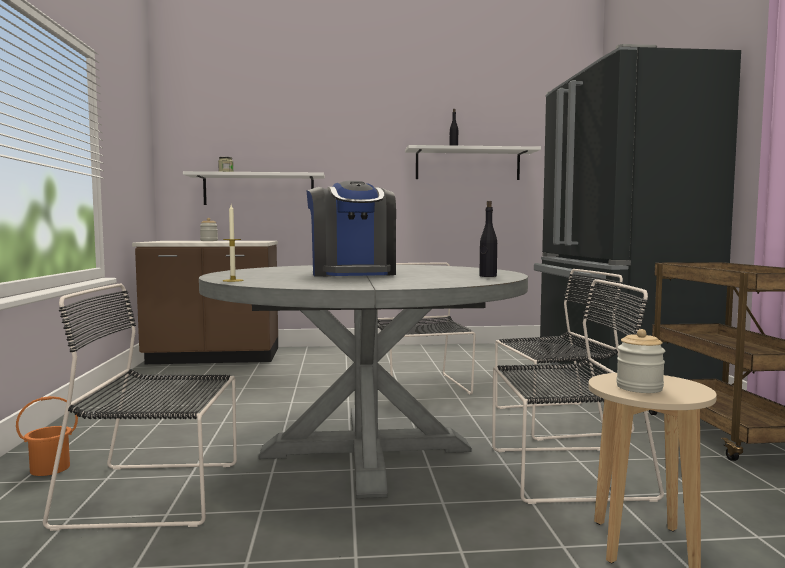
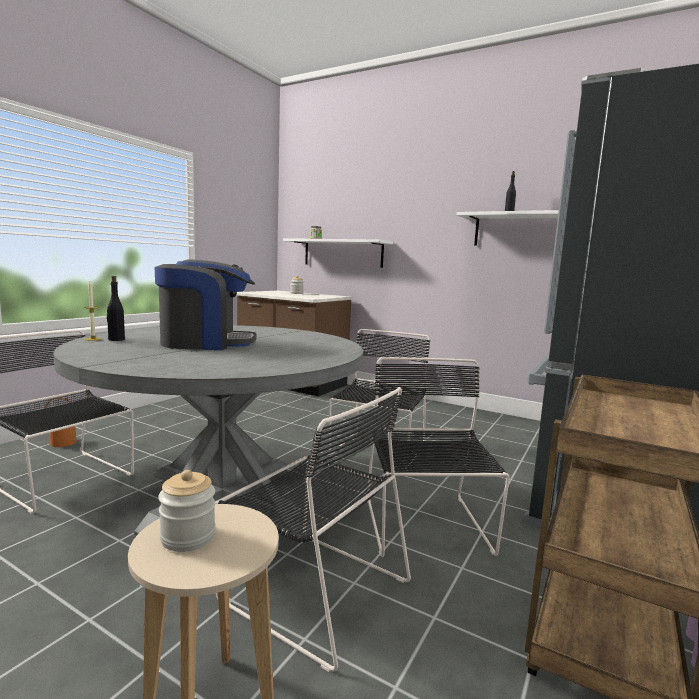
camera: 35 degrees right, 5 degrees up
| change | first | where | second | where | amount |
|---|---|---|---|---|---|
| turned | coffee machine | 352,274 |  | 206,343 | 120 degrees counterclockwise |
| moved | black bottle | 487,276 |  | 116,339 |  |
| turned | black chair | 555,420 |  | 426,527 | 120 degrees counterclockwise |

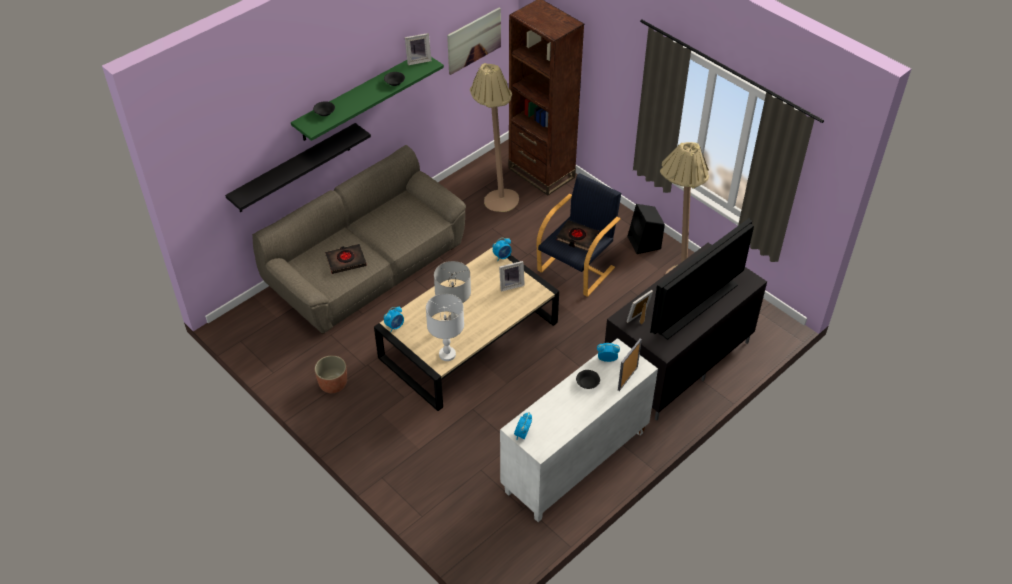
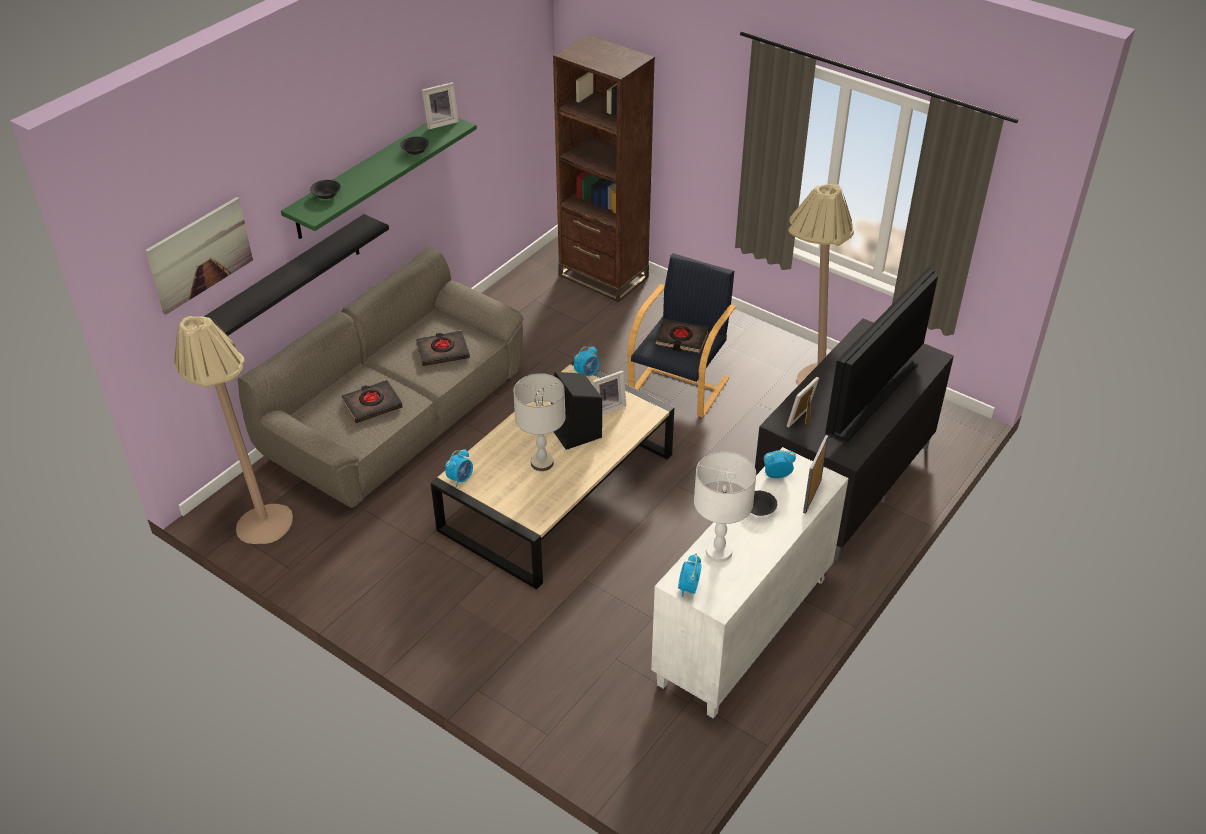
camera: 10 degrees left, 5 degrees down
| change | first | where | second | where | amount |
|---|---|---|---|---|---|
| removed | planter | 333,384 |  |  |  |
| moved | white table lamp | 447,354 |  | 719,552 |  |
| moved | picture | 474,40 |  | 200,254 |  |
| moved | beige floor lamp | 495,196 |  | 255,519 |  |
| moved | black speaker | 644,243 |  | 576,432 |  |
| added |  |  | black book | 443,351 |  |

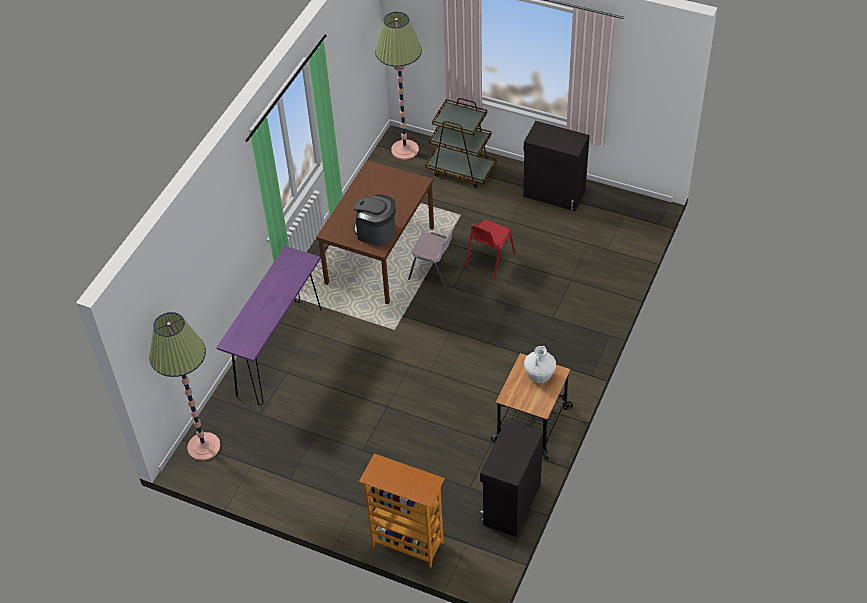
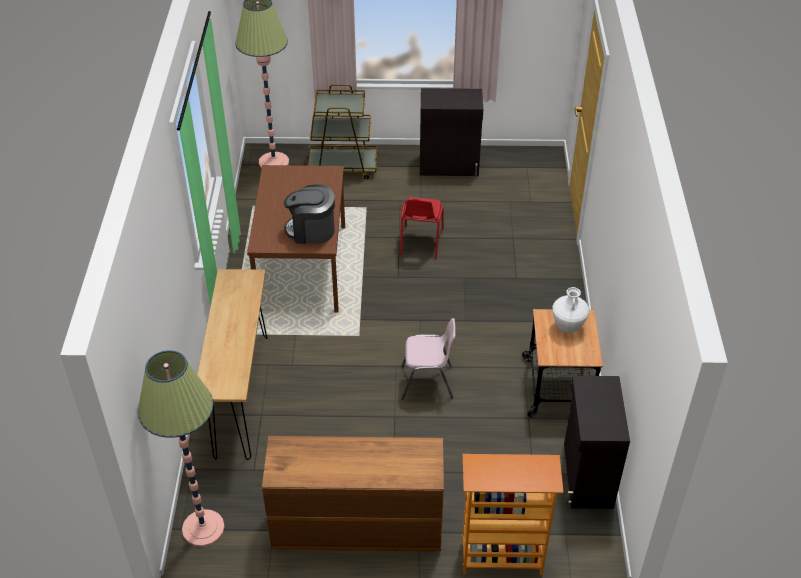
camera: 25 degrees left, 5 degrees down
| change | first | where | second | where | amount |
|---|---|---|---|---|---|
| recoloured | purple console table | 279,351 | brown console table | 241,395 |  |
| moved | pink chair | 434,273 |  | 427,383 |  |
| added |  |  | brown dresser | 356,526 |  |

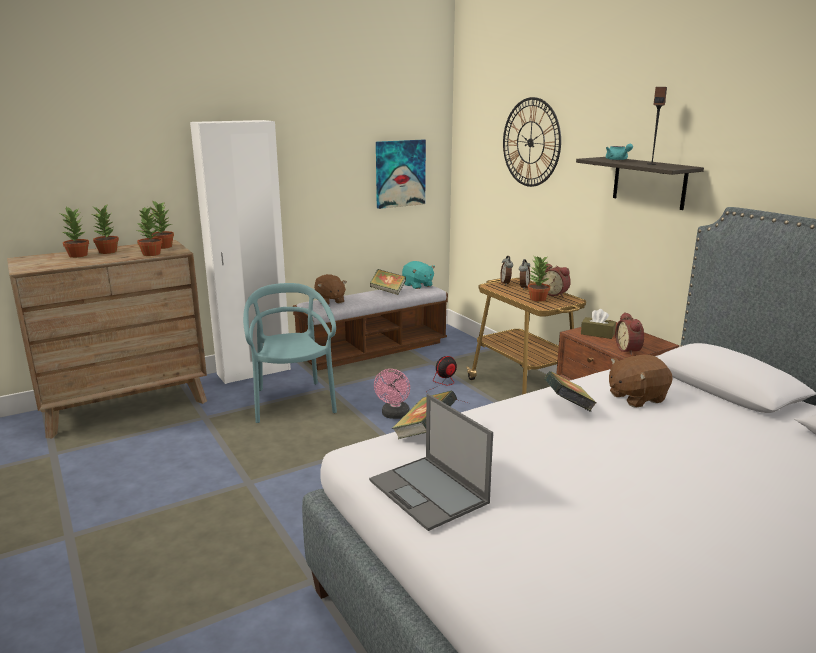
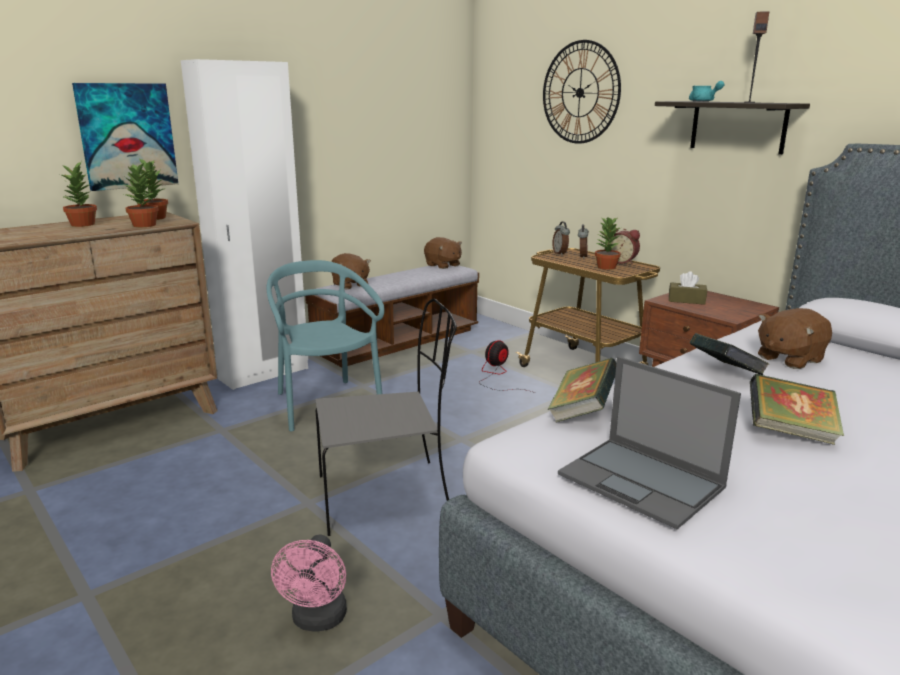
camera: 10 degrees left, 0 degrees up
| change | first | where | second | where | amount |
|---|---|---|---|---|---|
| removed | potted plant | 78,255 |  |  |  |
| moved | book | 388,291 |  | 790,432 |  |
| moved | pink fan | 394,415 |  | 317,620 |  |
| moved | picture | 400,173 |  | 127,136 |  |
| recoloured | turquoise plush toy | 417,285 | brown plush toy | 443,265 |  |
| removed | alarm clock | 629,350 |  |  |  |
| added |  |  | grey chair | 387,495 |  |

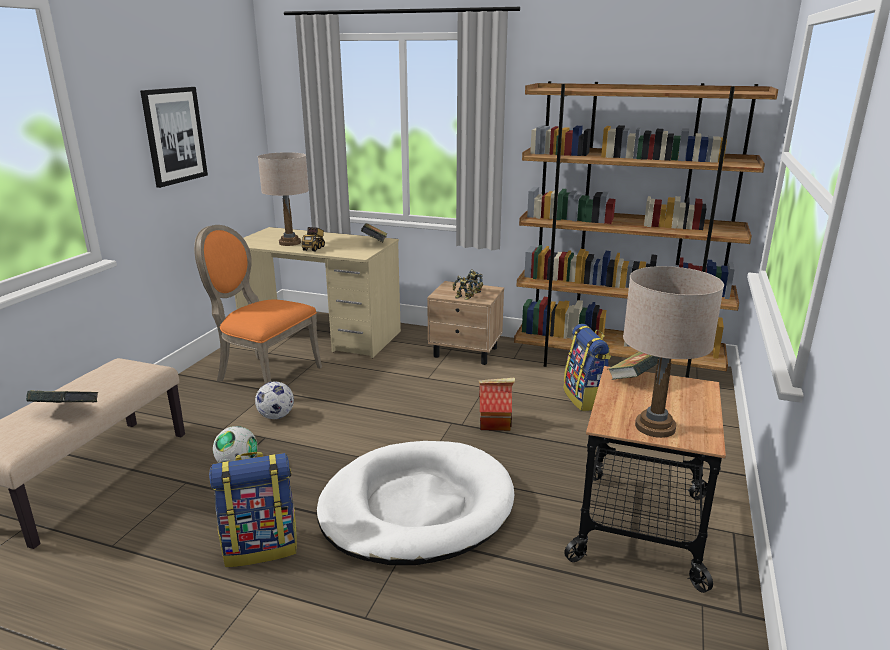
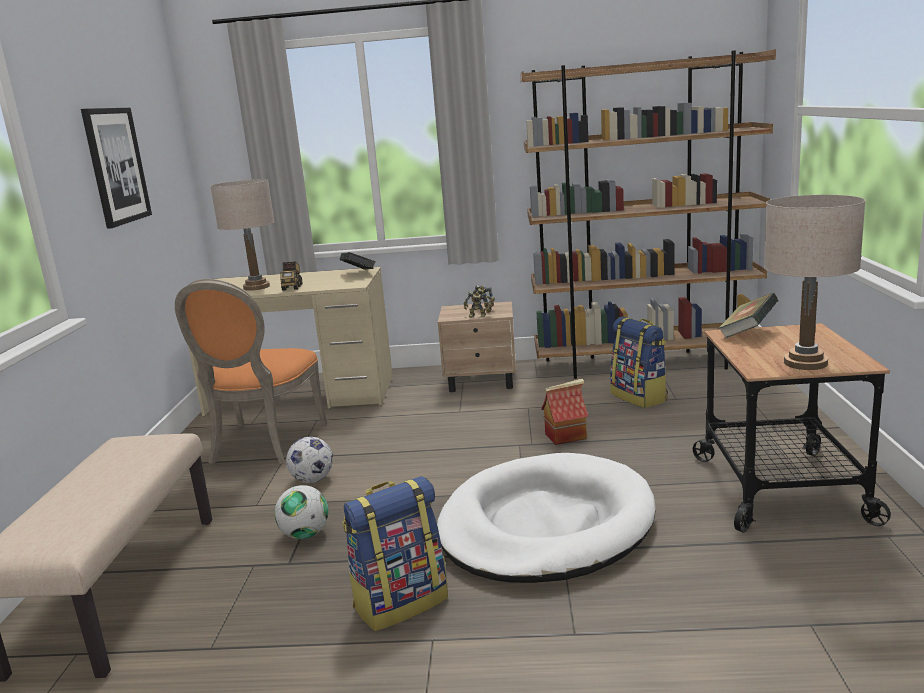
camera: 15 degrees left, 5 degrees down
| change | first | where | second | where | amount |
|---|---|---|---|---|---|
| removed | book | 66,412 |  |  |  |
| turned | orange chair | 264,375 |  | 263,445 | 90 degrees counterclockwise |

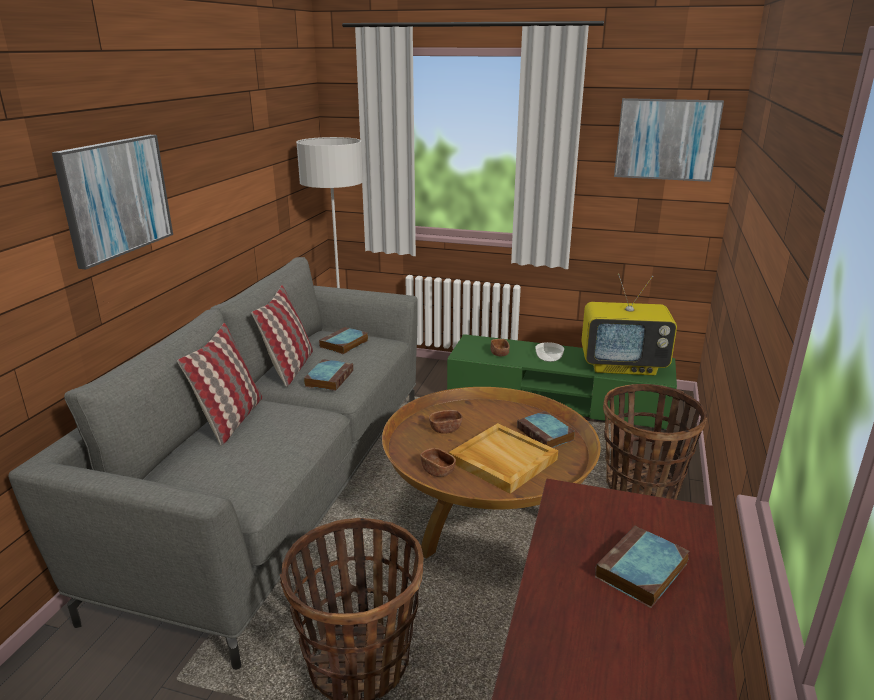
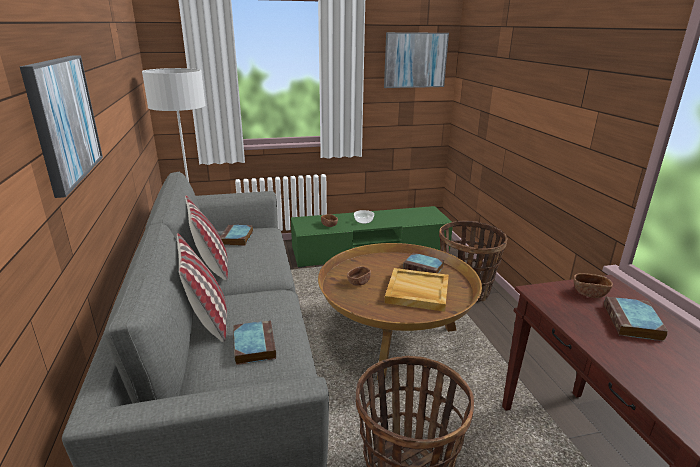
camera: 30 degrees left, 0 degrees up
| change | first | where | second | where | amount |
|---|---|---|---|---|---|
| moved | book | 329,378 |  | 253,345 |  |
| moved | brown bowl | 438,471 |  | 589,293 |  |
| removed | television | 623,366 |  |  |  |

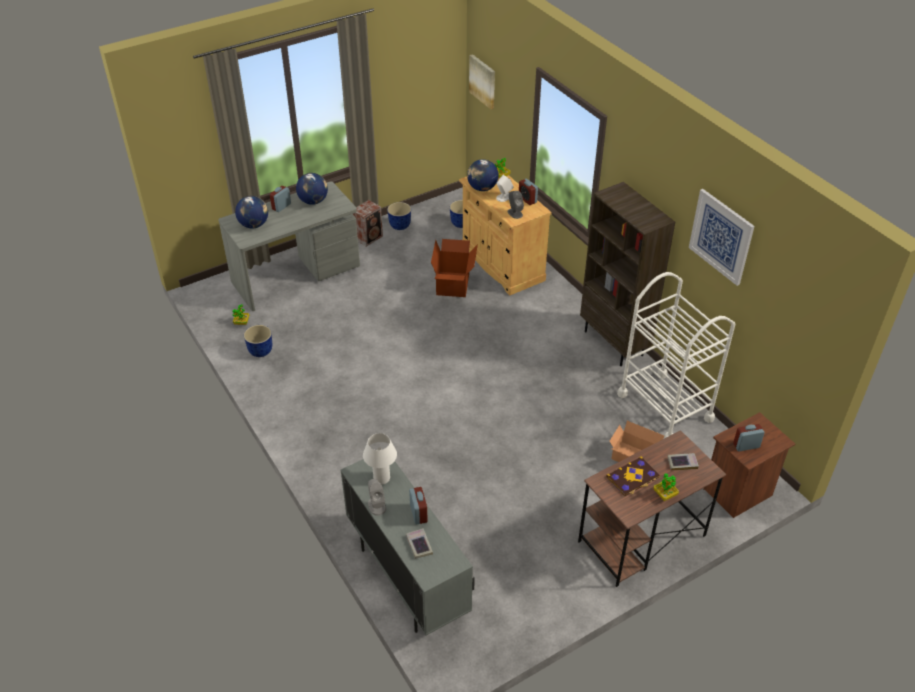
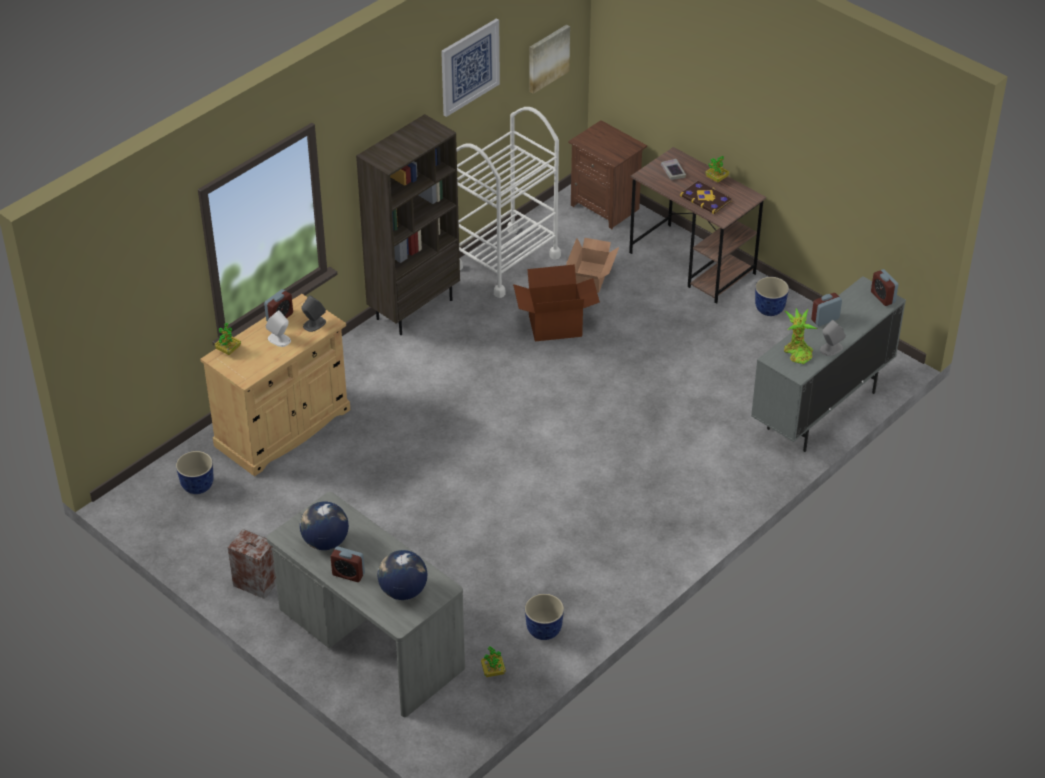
camera: 105 degrees left, 0 degrees up
| change | first | where | second | where | amount |
|---|---|---|---|---|---|
| replaced | white table lamp | 381,478 | potted plant | 796,353 |  |
| moved | planter | 400,226 |  | 770,309 |  |
| removed | book | 419,545 |  |  |  |
| moved | cardboard box | 453,284 |  | 555,325 |  |
| removed | globe | 482,188 |  |  |  |
| moved | picture | 483,81 |  | 547,58 |  |
| moved | alarm clock | 746,445 |  | 882,297 |  |

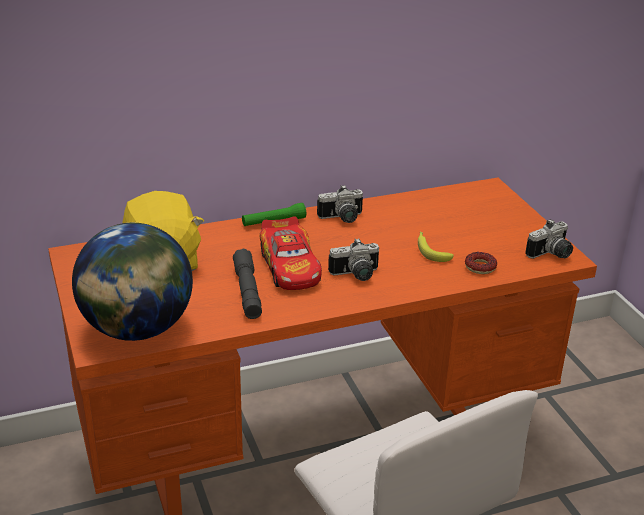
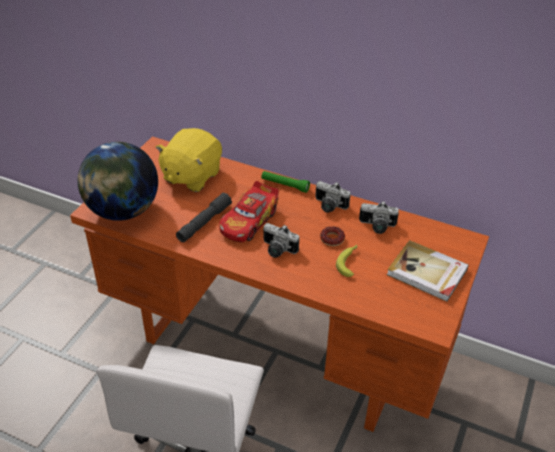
camera: 45 degrees right, 10 degrees up
| change | first | where | second | where | amount |
|---|---|---|---|---|---|
| moved | donut | 480,267 |  | 332,239 |  |
| moved | photo camera | 551,254 |  | 377,227 |  |
| added |  |  | book | 427,273 |  |

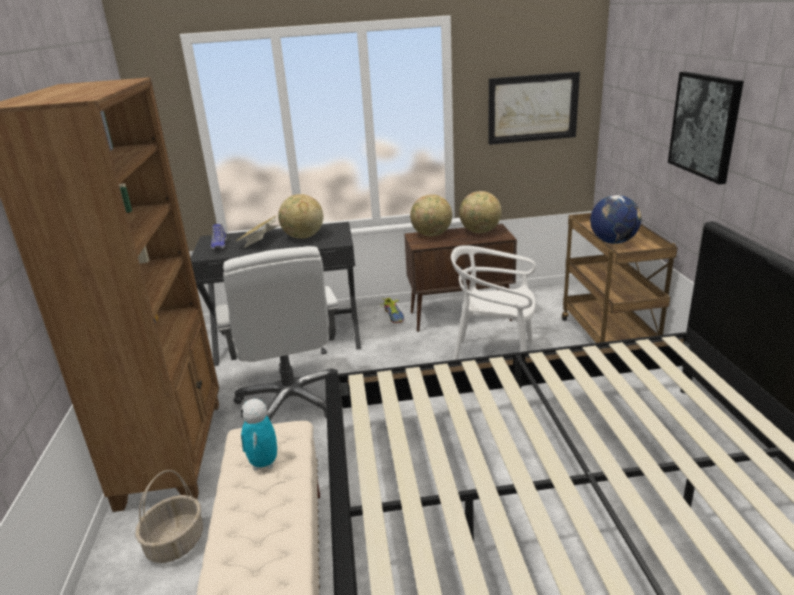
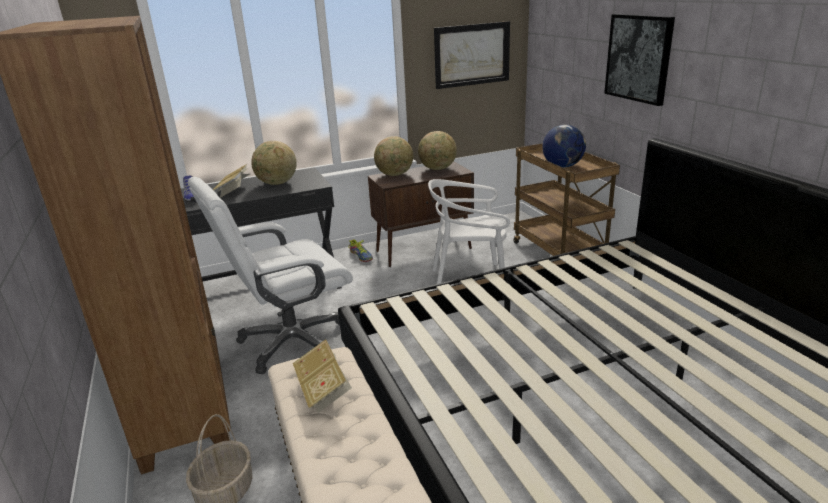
camera: 15 degrees left, 0 degrees up
| change | first | where | second | where | amount |
|---|---|---|---|---|---|
| turned | white office chair | 291,401 |  | 291,342 | 90 degrees clockwise |
| replaced | toy robot | 264,464 | book | 323,389 |  |

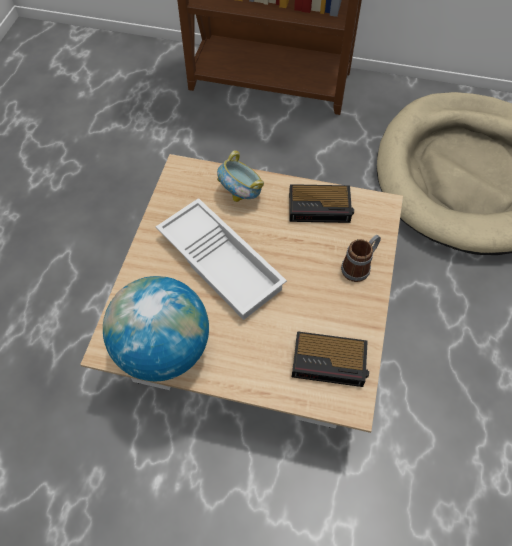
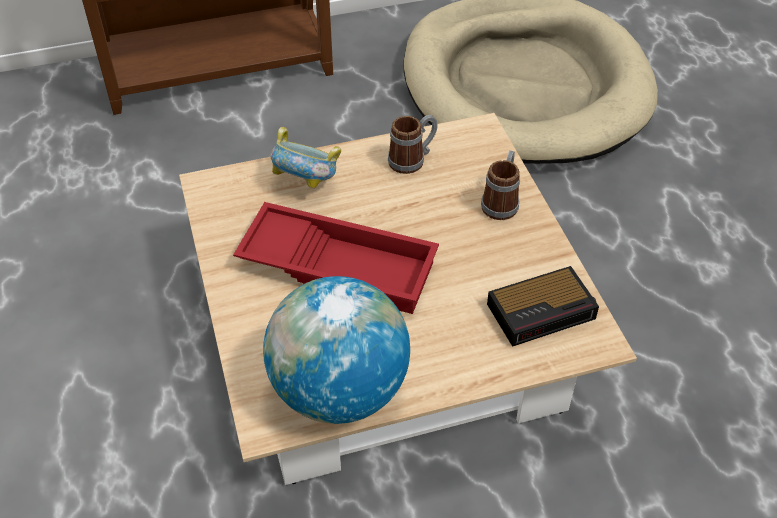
camera: 30 degrees left, 10 degrees down
| change | first | where | second | where | amount |
|---|---|---|---|---|---|
| recoloured | white tray | 222,262 | red tray | 340,264 |  |
| replaced | alarm clock | 320,207 | mug | 412,159 |  |

